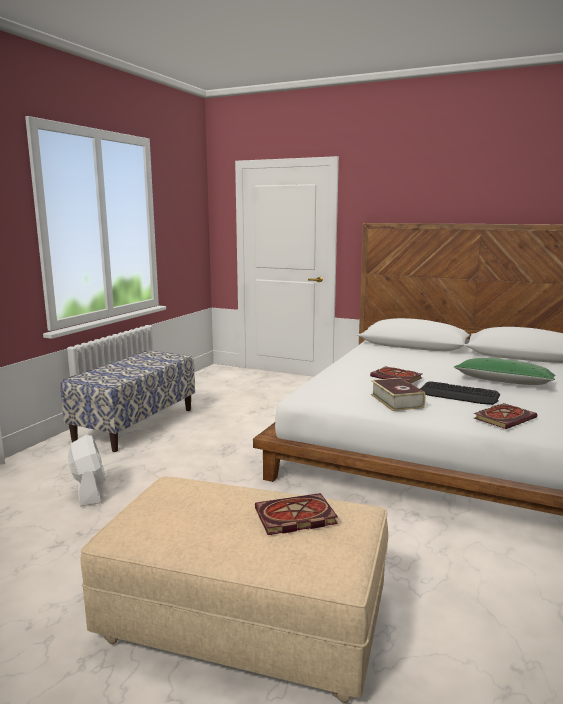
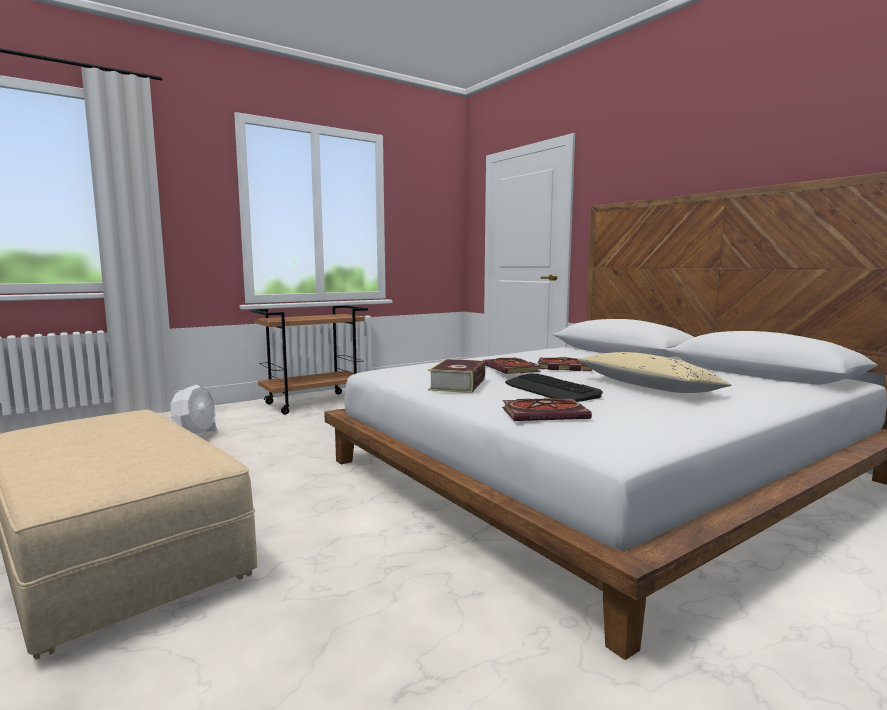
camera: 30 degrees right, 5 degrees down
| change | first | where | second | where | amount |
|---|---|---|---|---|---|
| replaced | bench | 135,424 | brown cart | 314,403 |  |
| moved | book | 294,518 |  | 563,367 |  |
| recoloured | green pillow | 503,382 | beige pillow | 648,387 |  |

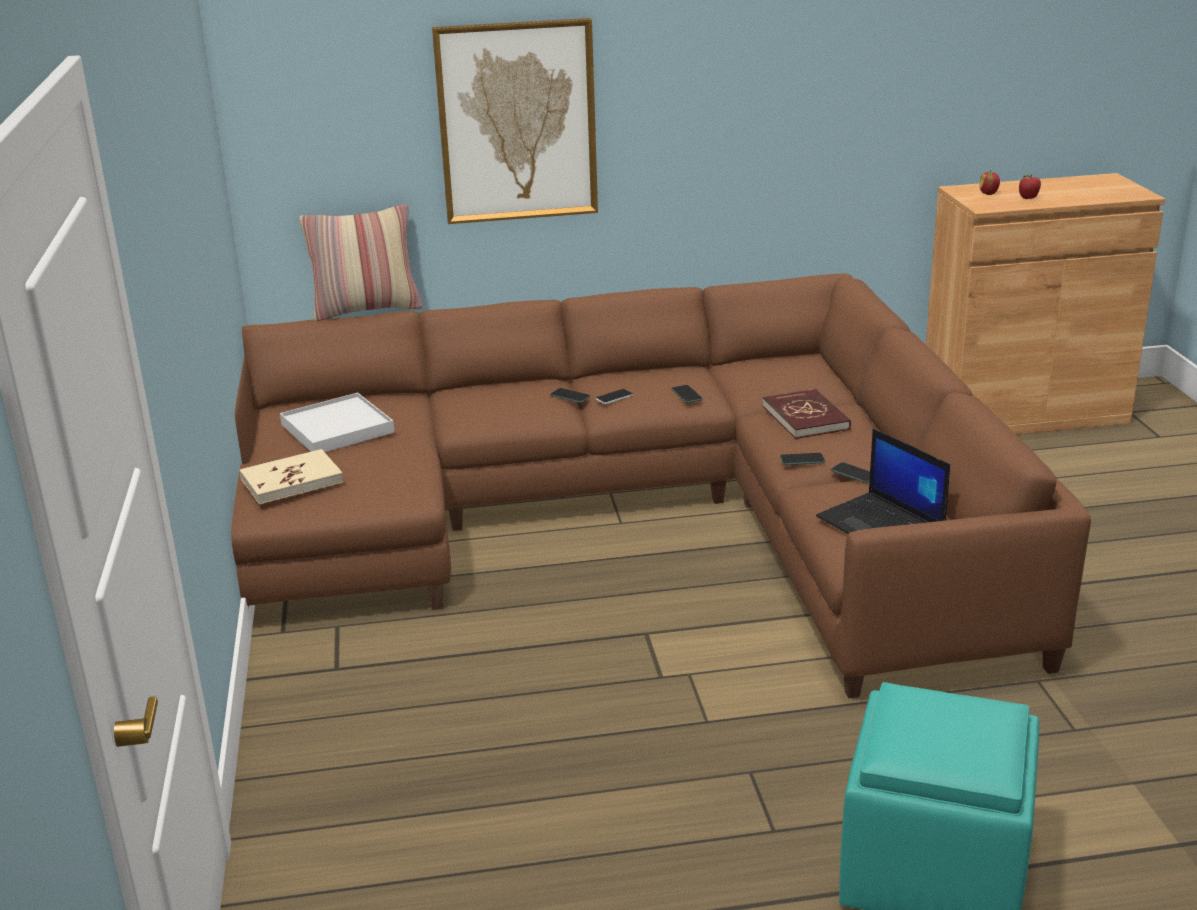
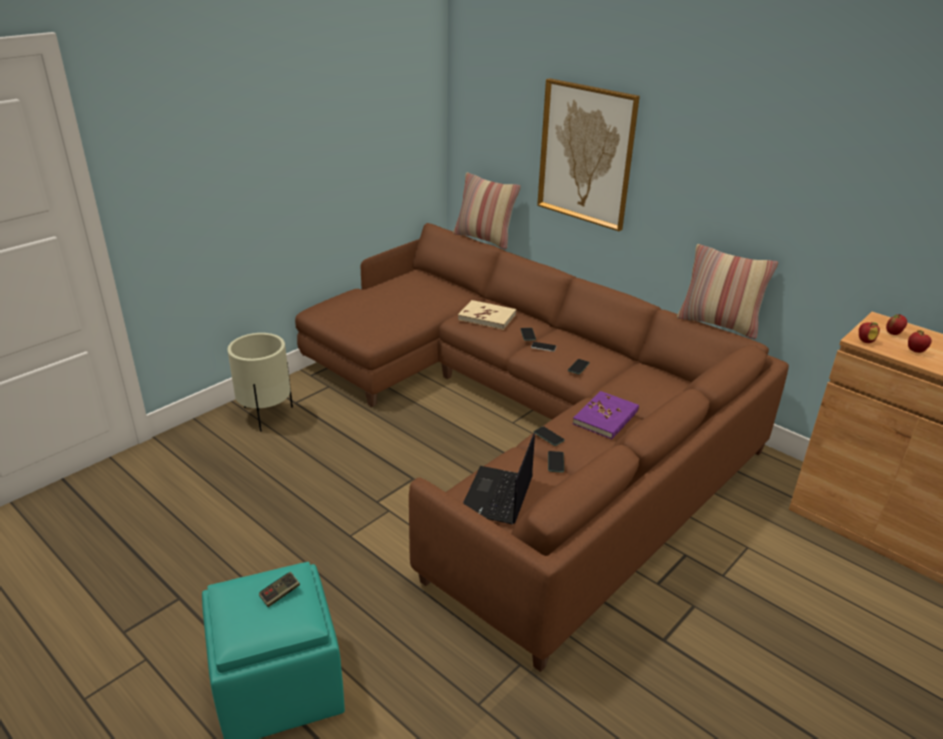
camera: 50 degrees right, 5 degrees up
| change | first | where | second | where | amount |
|---|---|---|---|---|---|
| moved | beige book | 291,480 |  | 487,317 |  |
| removed | white tray | 337,428 |  |  |  |
| recoloured | red book | 806,418 | purple book | 606,417 |  |
| added |  |  | beige planter | 266,415 |  |
| added |  |  | game controller | 280,594 |  |
| added |  |  | pillow | 718,324 |  |
| added |  |  | apple | 865,341 |  |

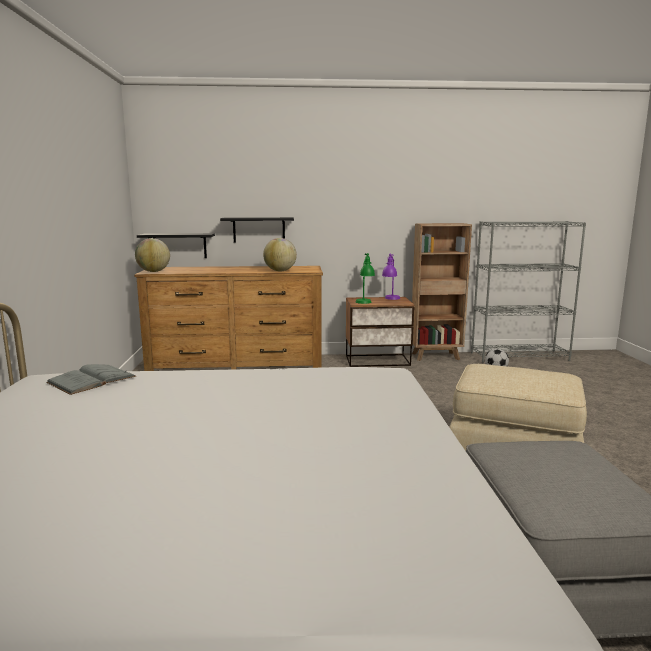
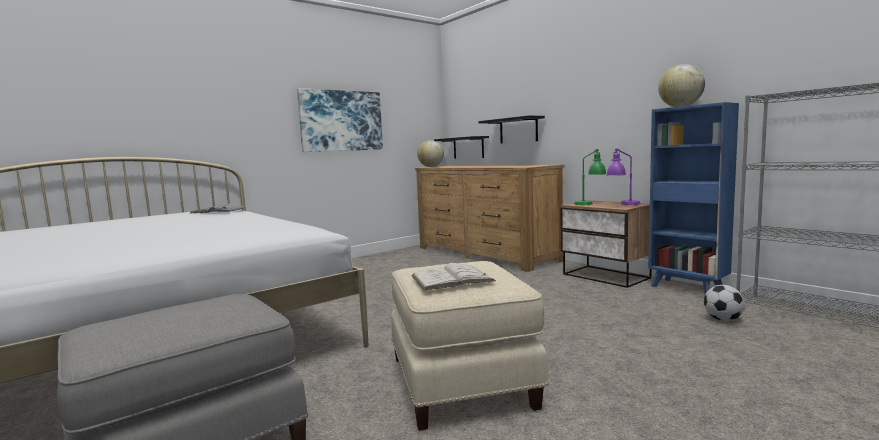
camera: 55 degrees right, 5 degrees down
| change | first | where | second | where | amount |
|---|---|---|---|---|---|
| moved | globe | 280,271 |  | 680,107 |  |
| recoloured | brown bookcase | 436,356 | blue bookcase | 688,288 |  |
| added |  |  | picture | 341,121 |  |
| added |  |  | white book | 452,278 |  |

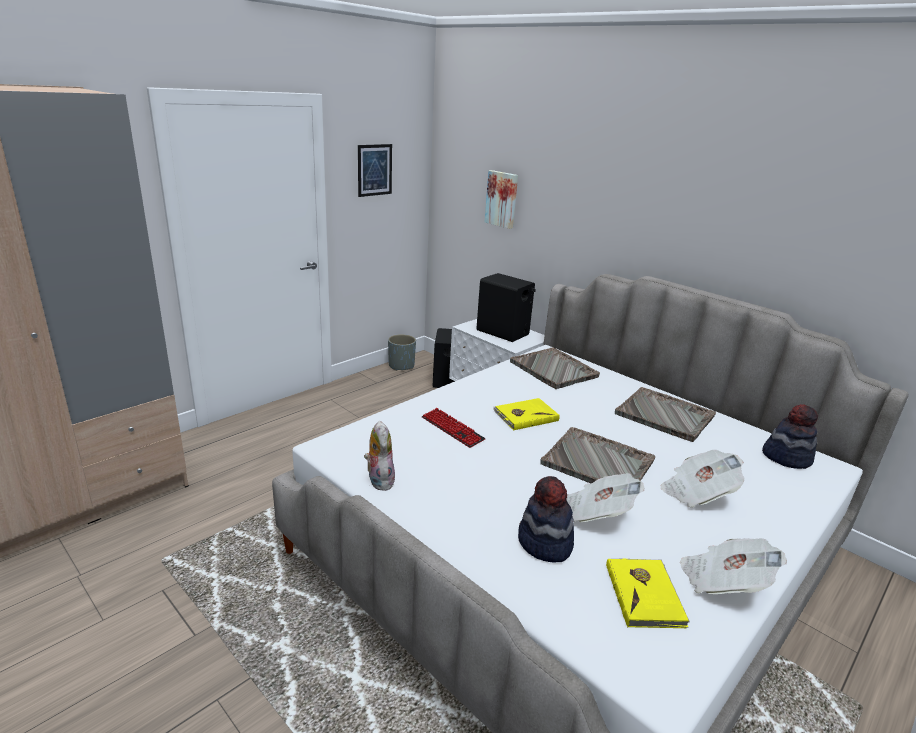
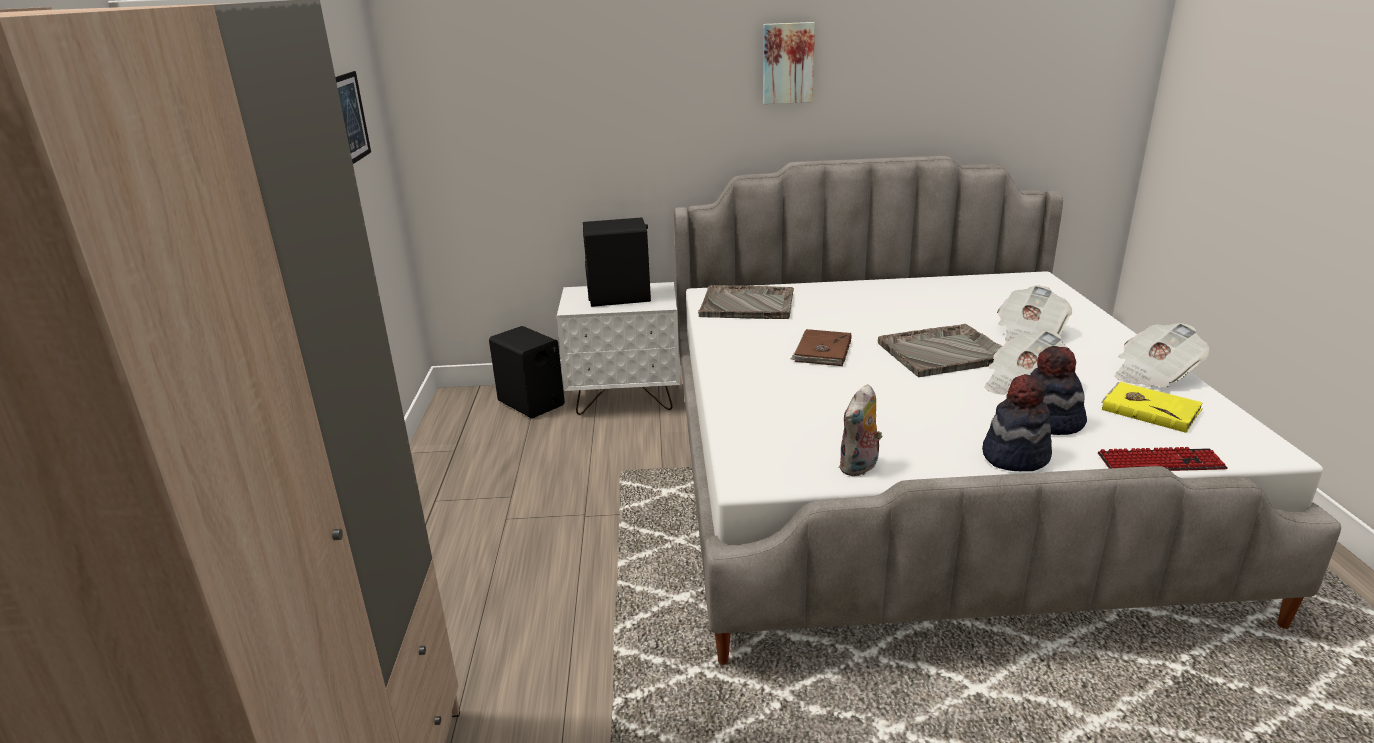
camera: 45 degrees left, 0 degrees up
| change | first | where | second | where | amount |
|---|---|---|---|---|---|
| turned | plush toy | 379,480 |  | 859,468 | 75 degrees counterclockwise |
| removed | grey planter | 401,366 |  |  |  |
| moved | keyboard | 452,429 |  | 1160,462 |  |
| moved | picture | 502,199 |  | 787,63 |  |
| recoloured | yellow book | 525,416 | brown book | 821,351 |  |
| removed | grey tray | 665,416 |  |  |  |
| moved | hat | 786,457 |  | 1014,456 |  |

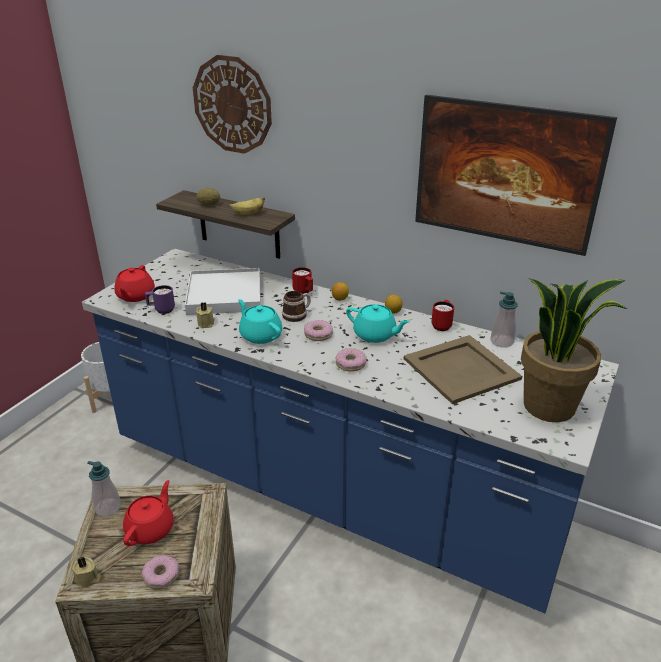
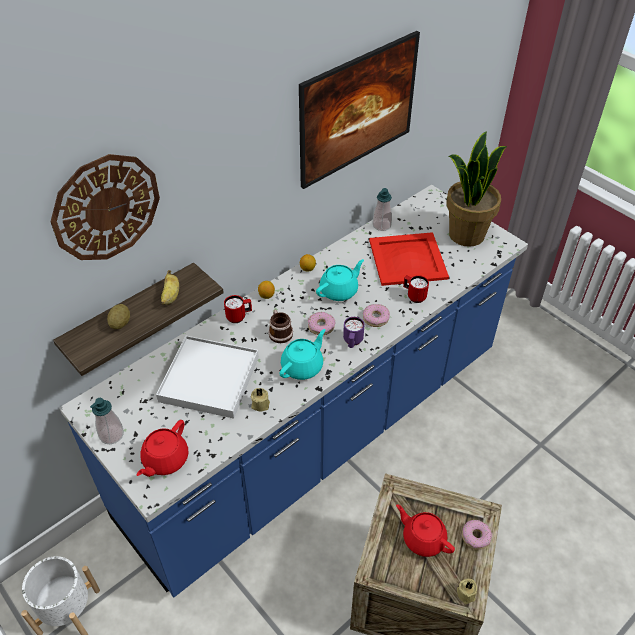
camera: 70 degrees left, 15 degrees up
| change | first | where | second | where | amount |
|---|---|---|---|---|---|
| moved | soap dispenser | 108,508 |  | 111,435 |  |
| turned | red teapot | 135,296 |  | 165,460 | 90 degrees clockwise |
| moved | purple mug | 161,310 |  | 352,342 |  |
| turned | turquoise teapot | 260,335 |  | 303,366 | 150 degrees clockwise |
| recoloured | beige tray | 462,369 | red tray | 408,259 |  |
| moved | red mug | 442,325 |  | 414,296 |  |

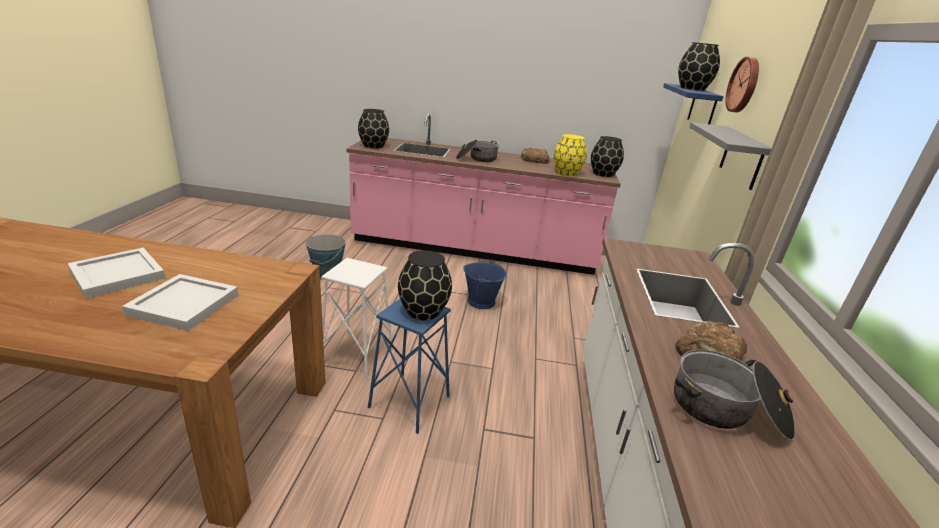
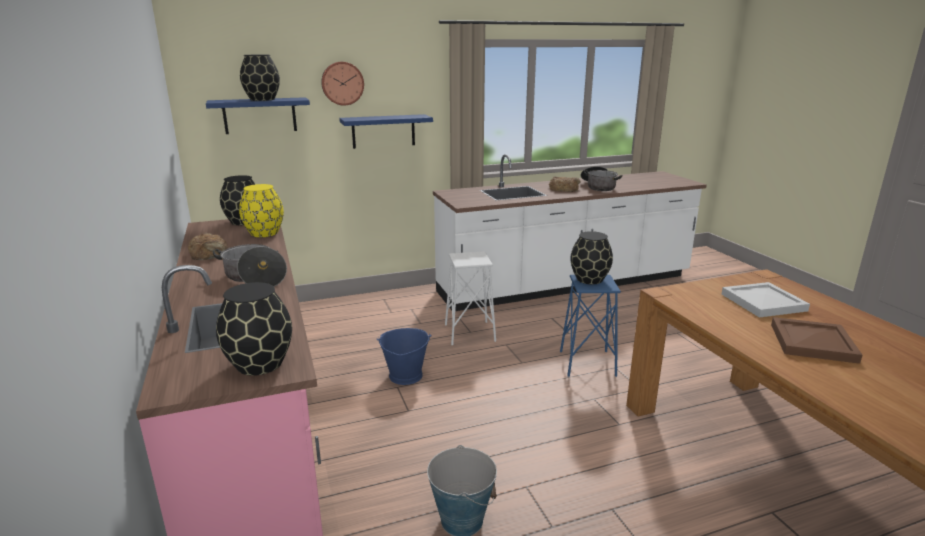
camera: 115 degrees left, 5 degrees down
| change | first | where | second | where | amount |
|---|---|---|---|---|---|
| recoloured | white tray | 116,275 | brown tray | 814,343 |  |
| moved | white stool | 357,356 |  | 469,333 |  |
| recoloured | grey shelf | 742,157 | blue shelf | 383,131 |  |

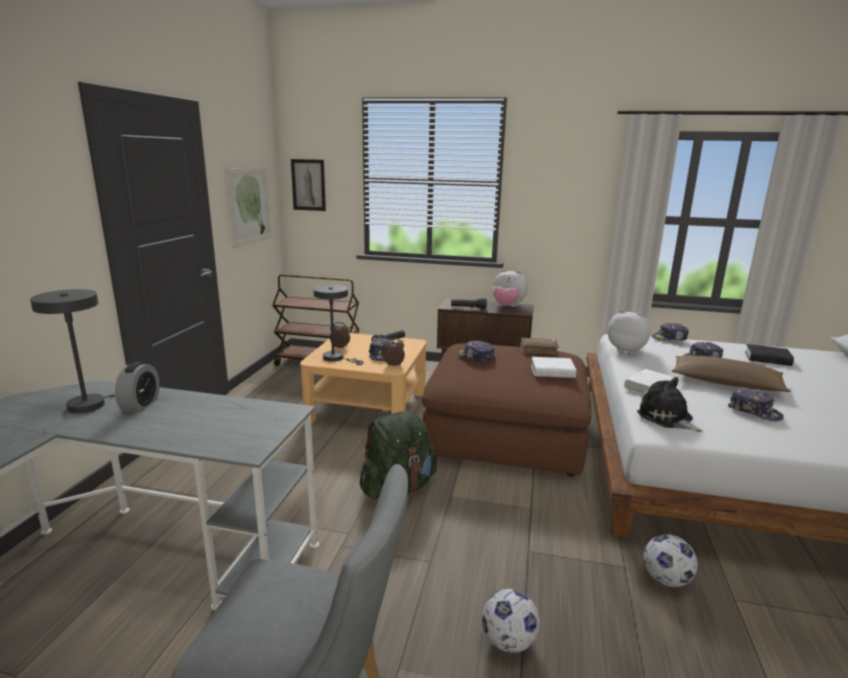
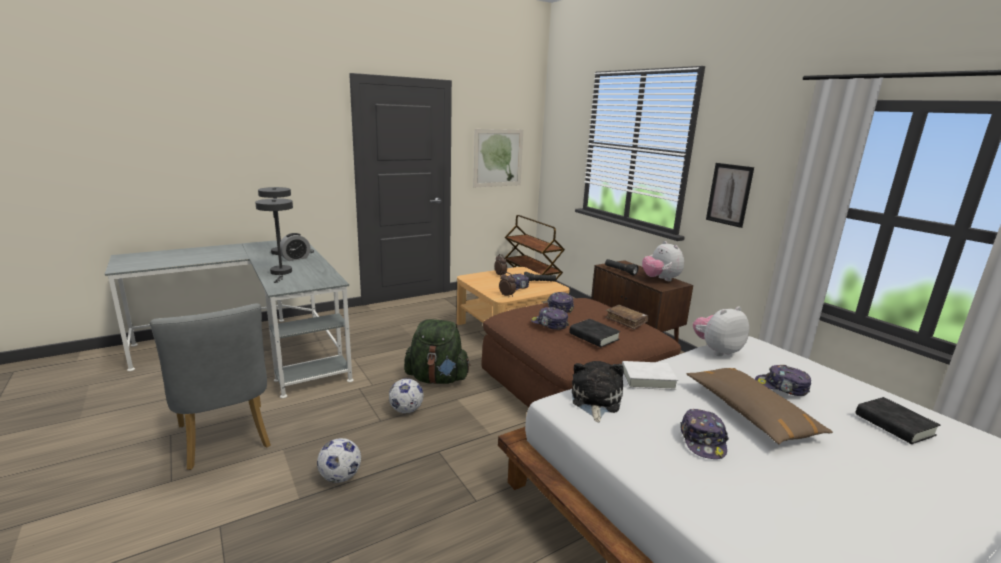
camera: 45 degrees right, 0 degrees up
| change | first | where | second | where | amount |
|---|---|---|---|---|---|
| moved | picture | 308,185 |  | 729,194 |  |
| moved | grey table lamp | 336,358 |  | 281,273 |  |
| recoloured | white book | 552,371 | black book | 594,337 |  |
| turned | plush toy | 627,350 |  | 716,350 | 105 degrees counterclockwise |
| moved | football | 665,579 |  | 406,410 |  |
| moved | cap | 669,338 |  | 549,324 |  |

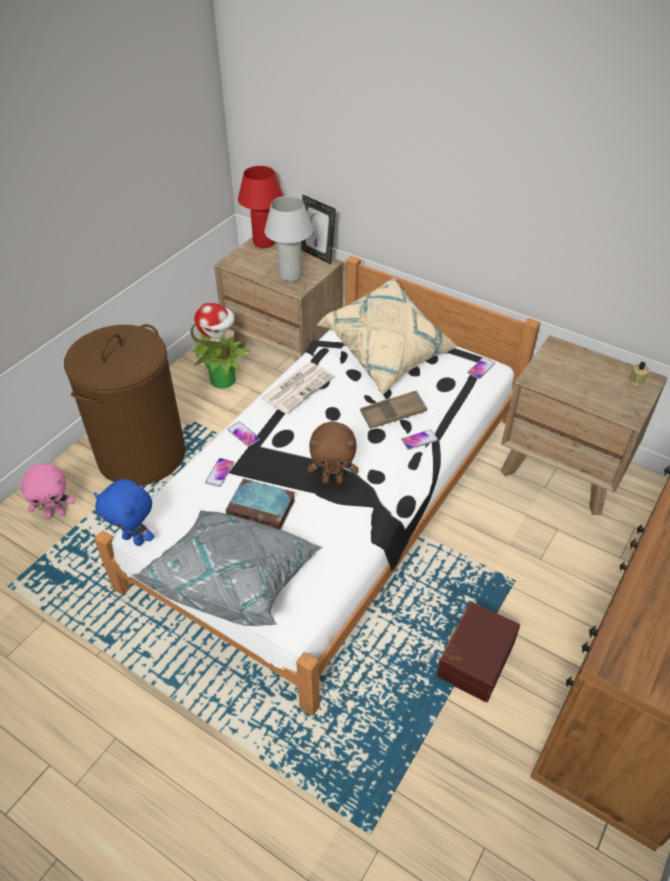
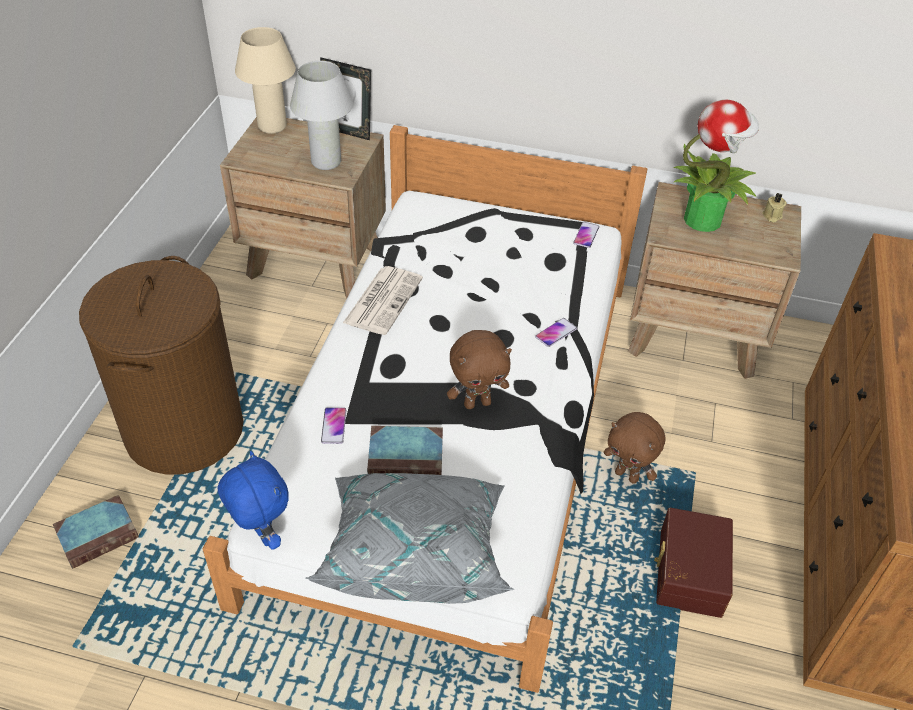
camera: 20 degrees left, 0 degrees up
| change | first | where | second | where | amount |
|---|---|---|---|---|---|
| replaced | pink plush toy | 56,513 | book | 99,534 |  |
| turned | blue plush toy | 135,539 |  | 261,535 | 135 degrees counterclockwise |
| moved | potted plant | 224,379 |  | 703,219 |  |
| removed | phone | 243,434 |  |  |  |
| recoloured | red table lamp | 264,243 | beige table lamp | 272,126 |  |
| removed | beige pillow | 388,354 |  |  |  |
| removed | brown tray | 393,413 |  |  |  |
| added |  |  | brown plush toy | 627,475 |  |

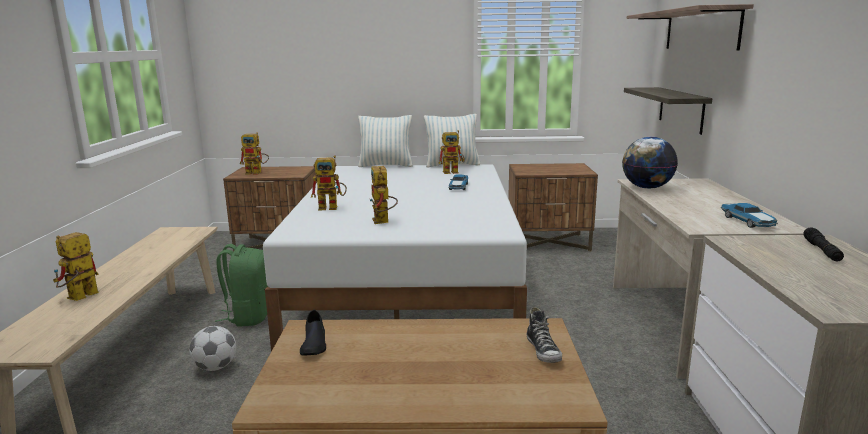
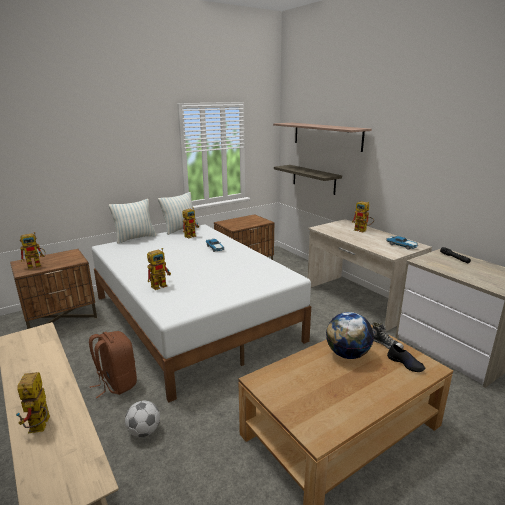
camera: 35 degrees left, 5 degrees up
| change | first | where | second | where | amount |
|---|---|---|---|---|---|
| recoloured | green backpack | 249,316 | brown backpack | 116,383 |  |
| moved | black shoe | 314,344 |  | 405,363 |  |
| moved | toy robot | 383,222 |  | 363,230 |  |
| moved | globe | 646,187 |  | 347,354 |  |

